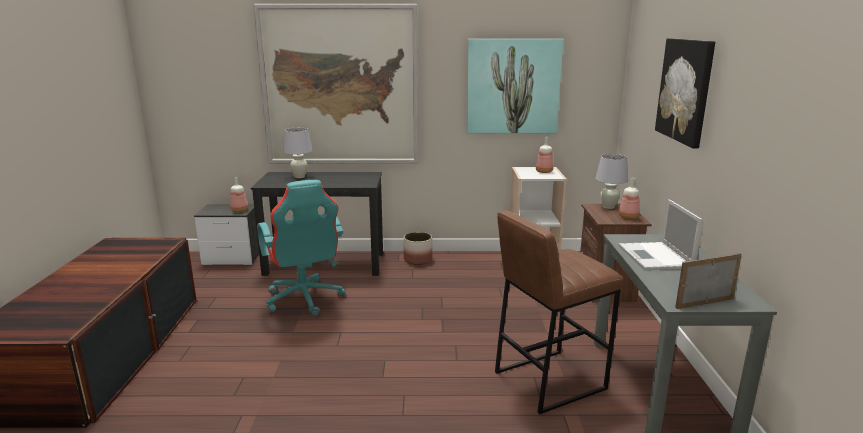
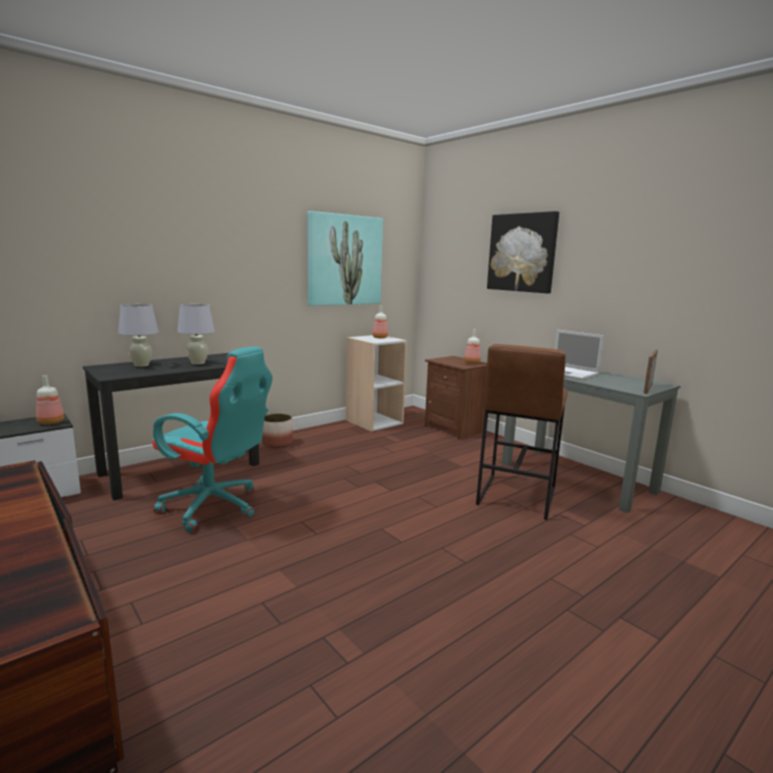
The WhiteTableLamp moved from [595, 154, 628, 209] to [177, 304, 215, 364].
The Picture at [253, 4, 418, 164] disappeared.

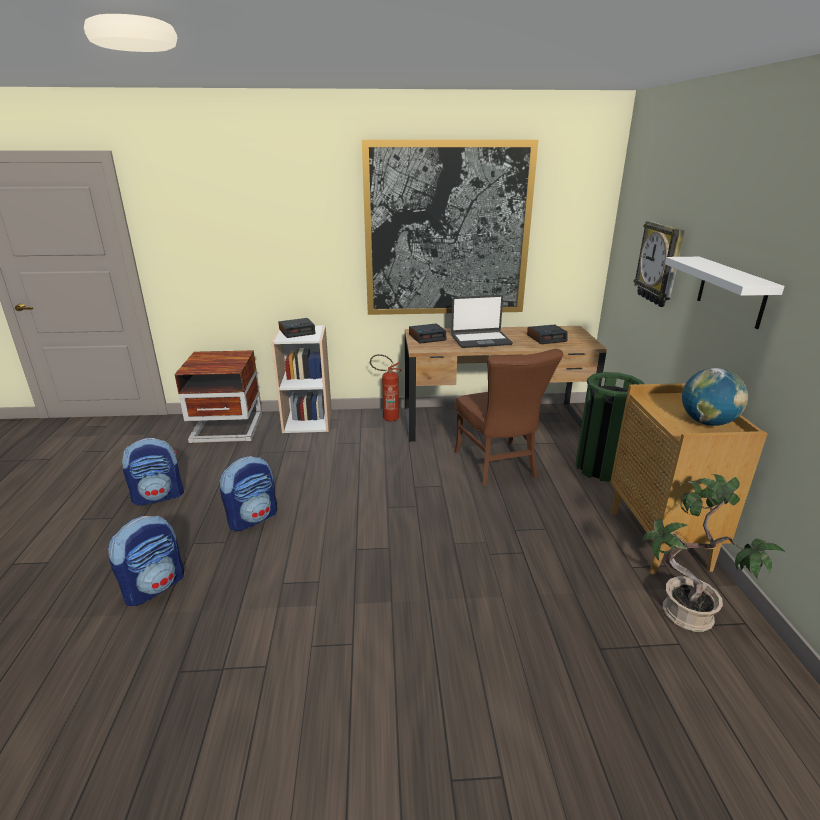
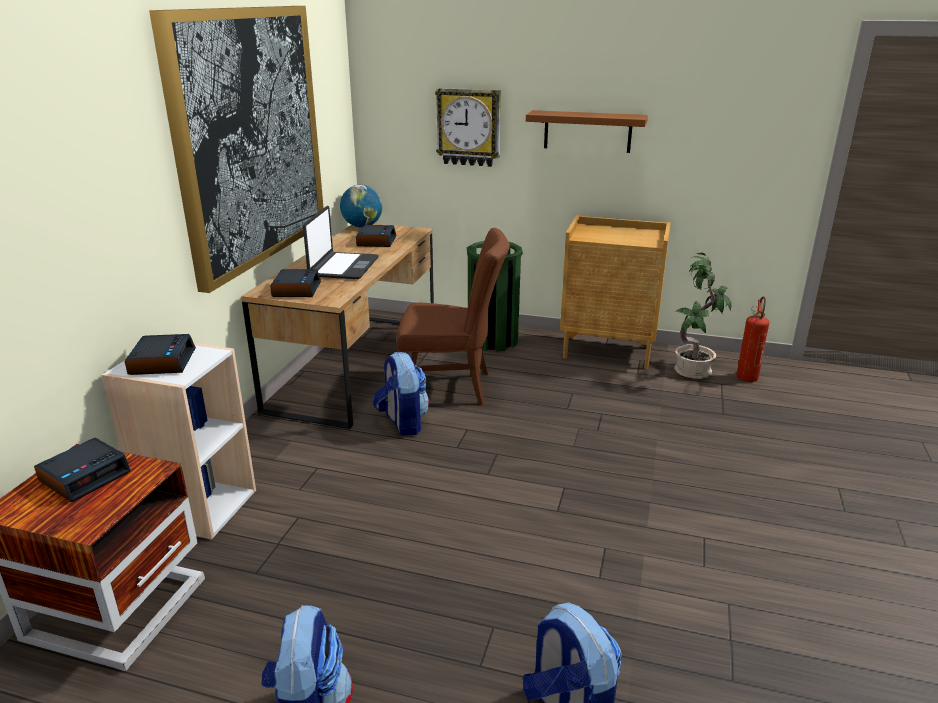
The AlarmClock at [34, 438, 131, 502] appeared.
The Globe moved from [682, 368, 748, 426] to [340, 185, 382, 228].
The Backpack moved from [220, 456, 277, 531] to [373, 352, 429, 436].
The WhiteShelf at [665, 257, 785, 329] became the BrownShelf at [526, 110, 648, 153].
The FireExtinguisher moved from [370, 354, 402, 421] to [736, 296, 769, 382].

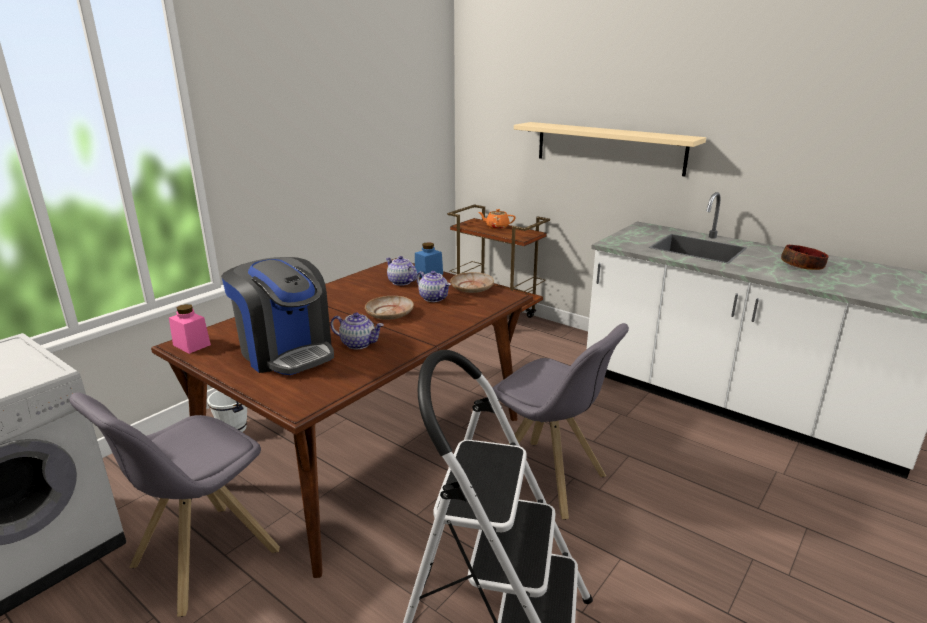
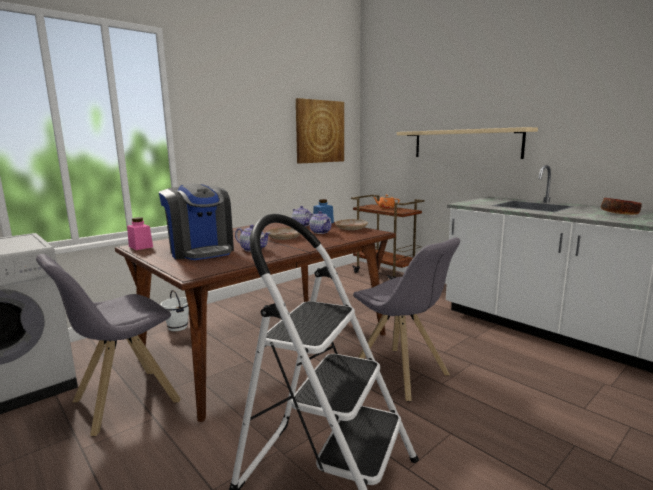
The Picture at [296, 98, 344, 164] appeared.

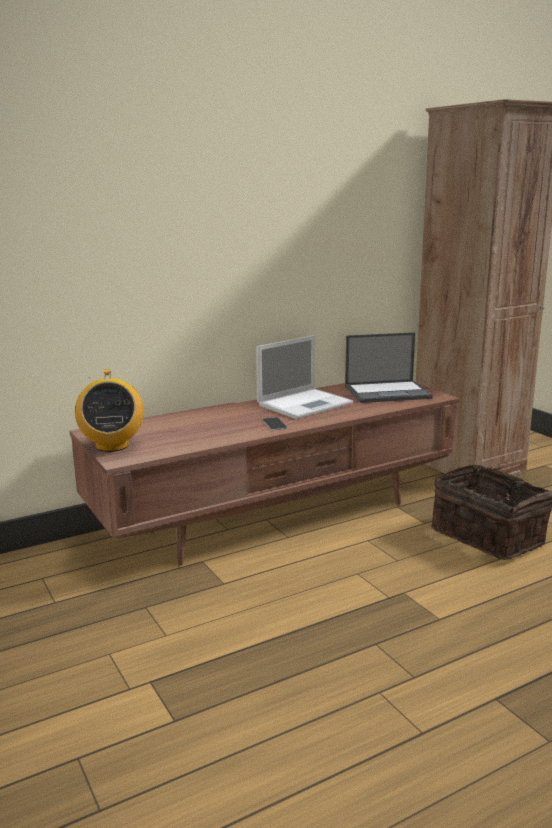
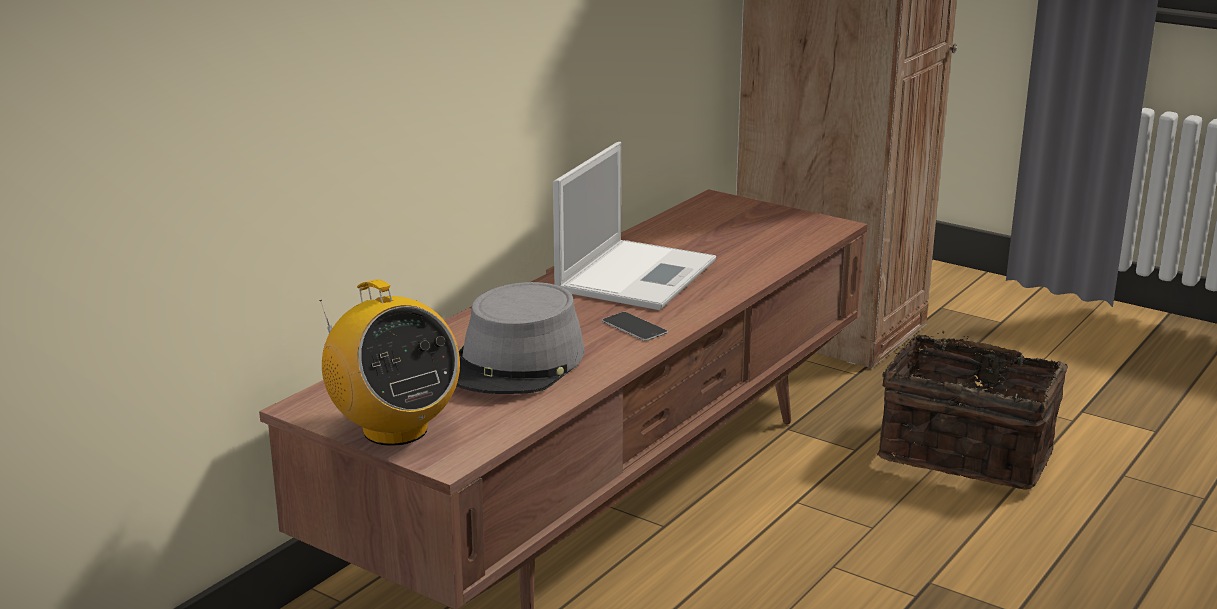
The GreyHat at [457, 282, 584, 394] appeared.
The Laptop at [345, 332, 433, 403] disappeared.

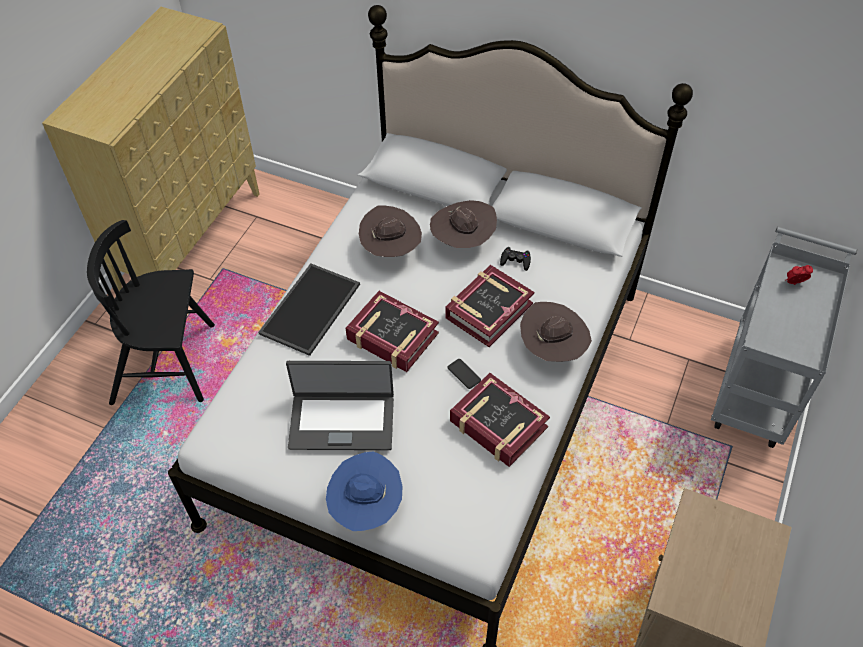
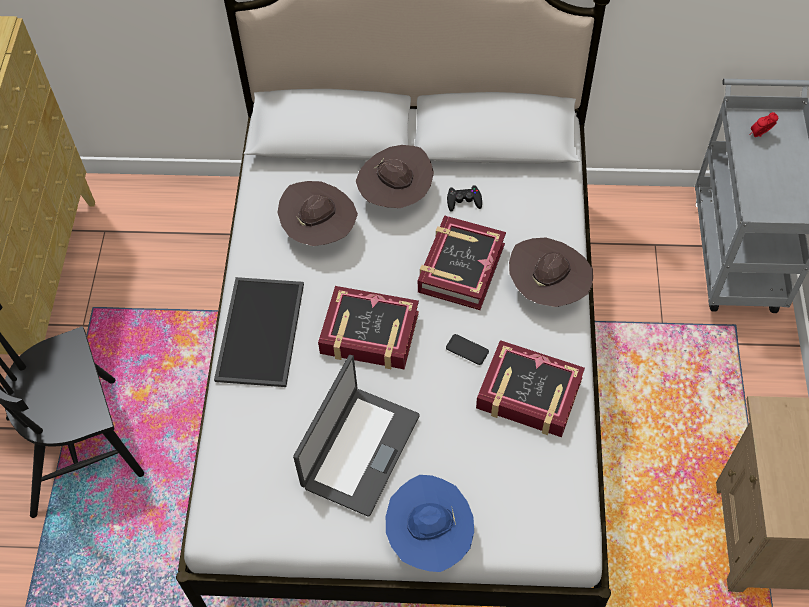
The Laptop at [286, 361, 394, 450] turned 45 degrees counterclockwise.

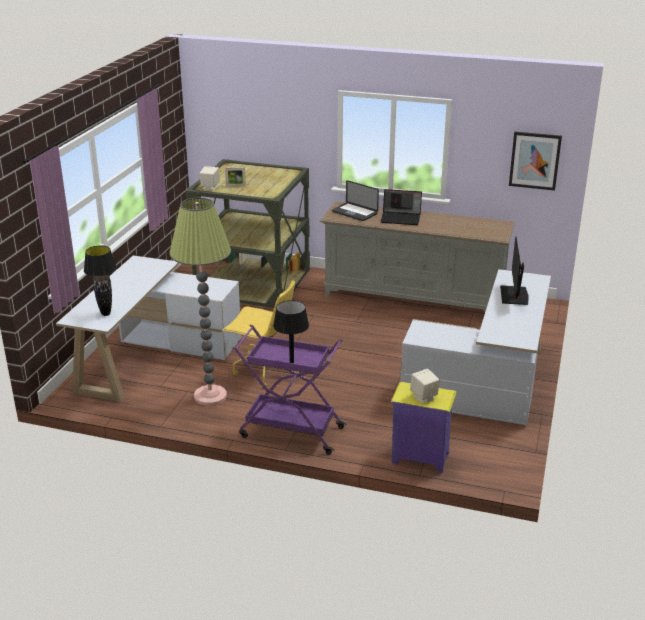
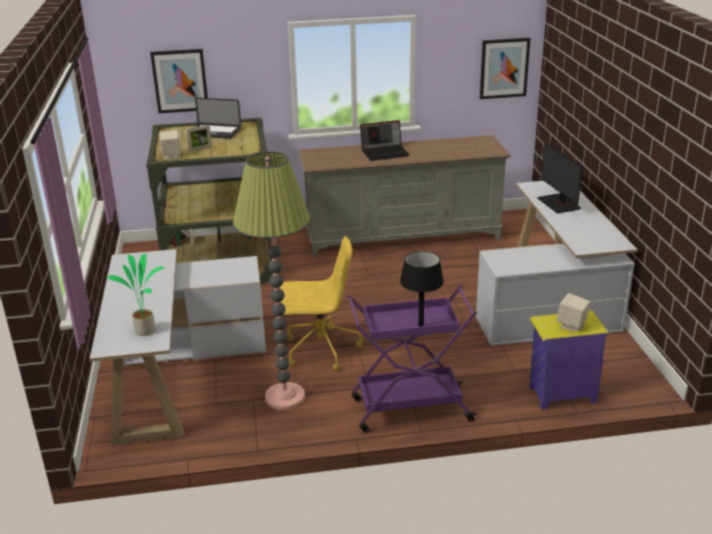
The BlackTableLamp at [84, 246, 117, 316] was replaced by the PottedPlant at [108, 253, 164, 336].
The Picture at [150, 49, 208, 113] appeared.
The Laptop moved from [332, 180, 379, 221] to [195, 98, 241, 139].

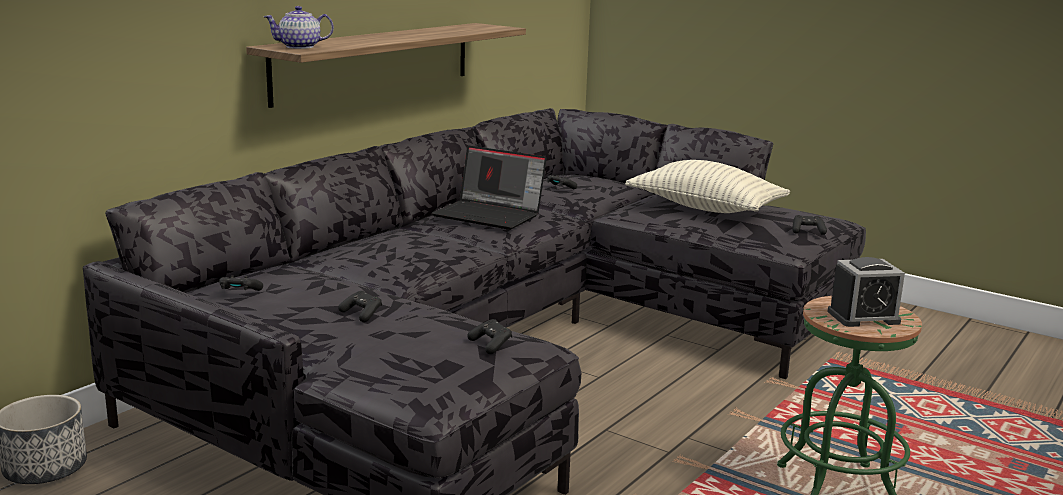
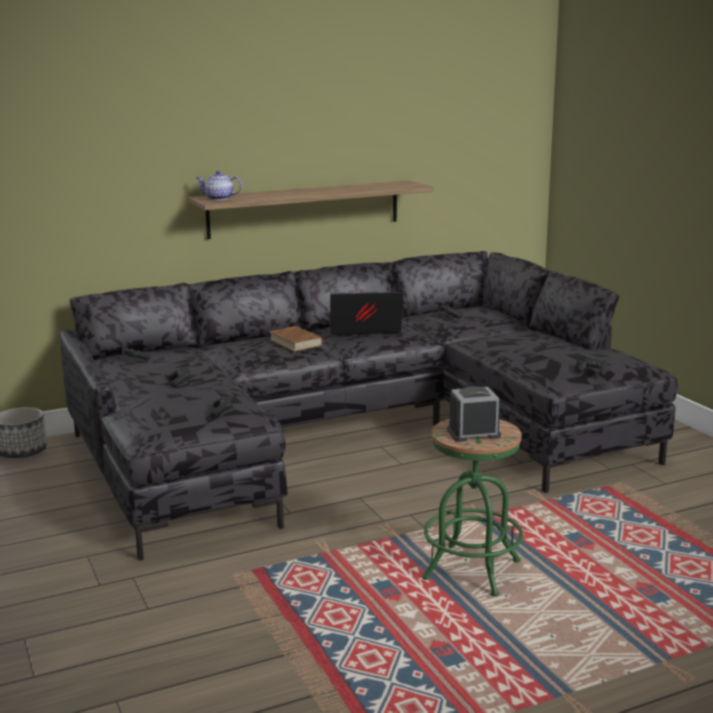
The BrownBook at [269, 326, 323, 352] appeared.
The Laptop at [432, 146, 547, 230] turned 120 degrees clockwise.
The AlarmClock at [828, 257, 905, 327] turned 150 degrees clockwise.
The Pillow at [625, 160, 790, 213] disappeared.

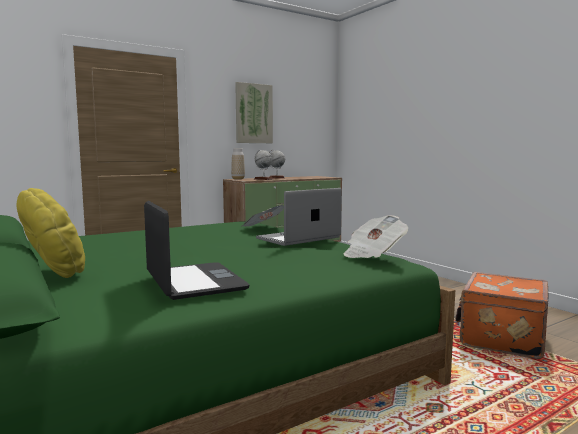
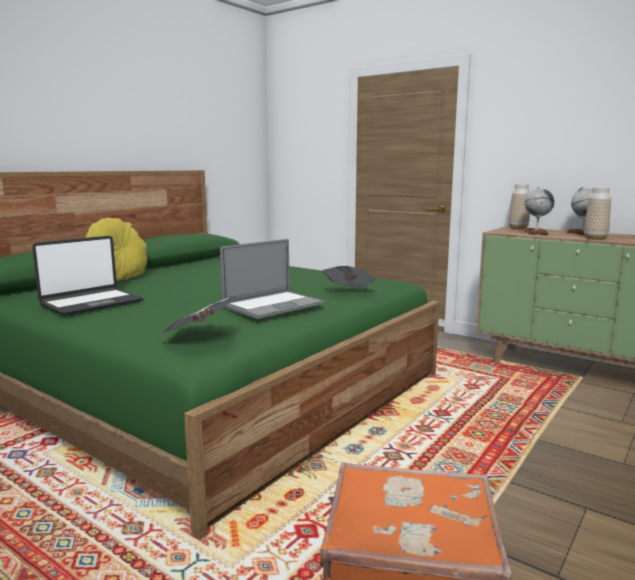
The Laptop at [256, 188, 342, 246] turned 105 degrees clockwise.
The Vase at [584, 187, 611, 240] appeared.
The Picture at [235, 82, 273, 143] disappeared.

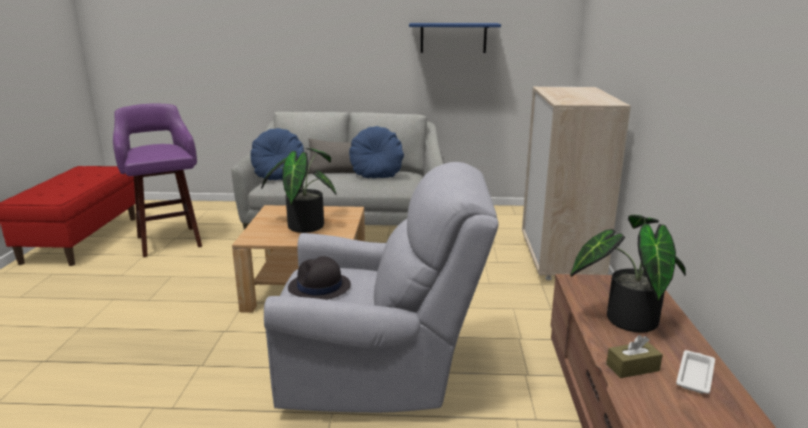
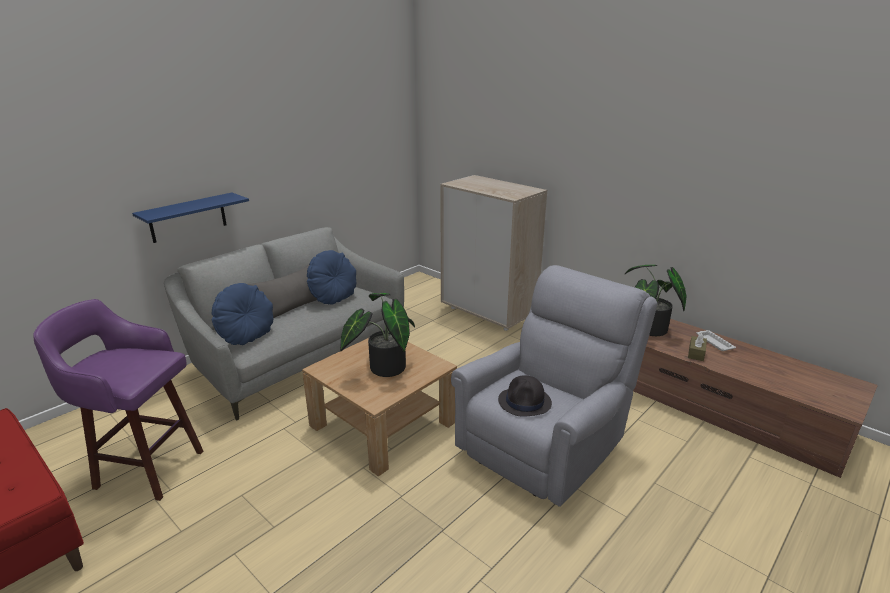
The BlueShelf moved from [409, 23, 501, 53] to [132, 193, 249, 243].

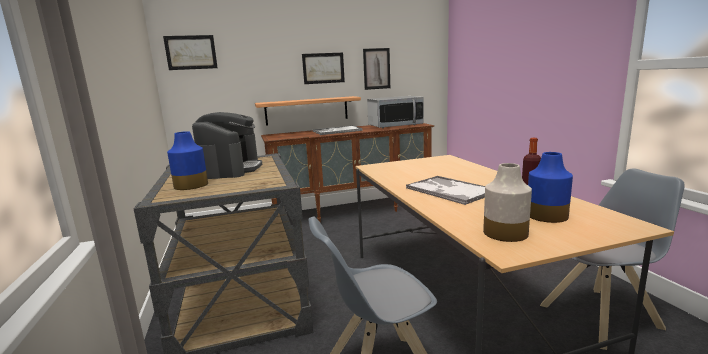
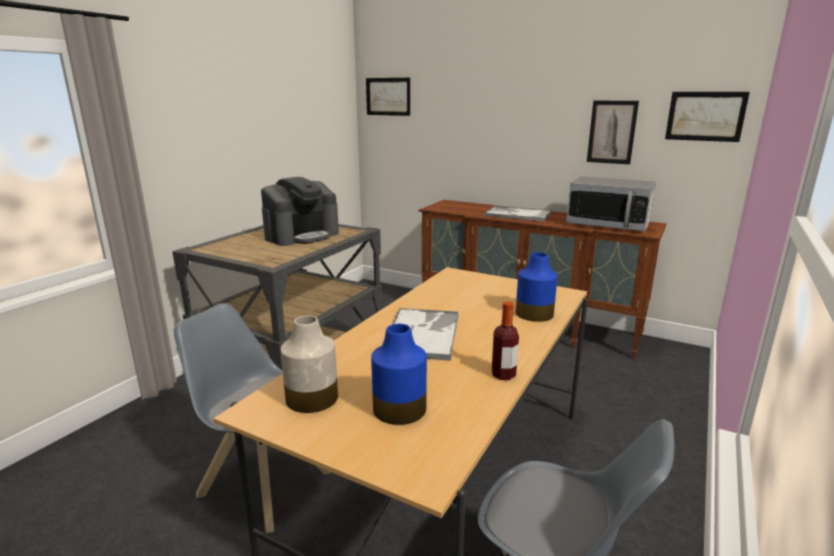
The BlueVase moved from [167, 131, 208, 190] to [516, 252, 558, 322].
The Picture moved from [302, 53, 345, 84] to [665, 92, 750, 142].
The Shelf at [255, 96, 361, 126] disappeared.

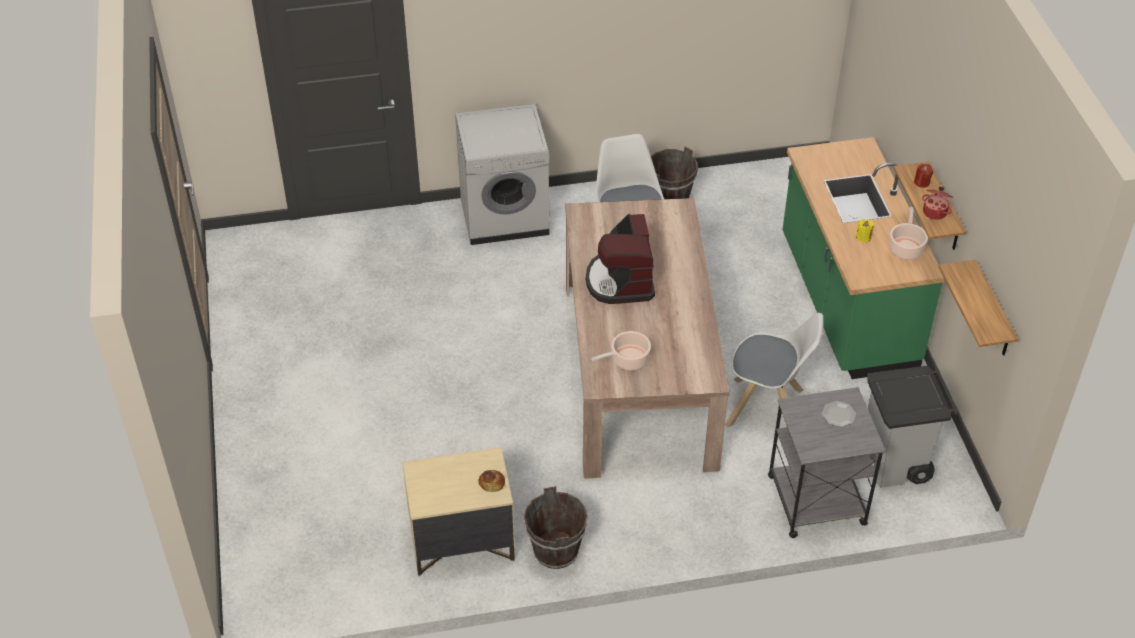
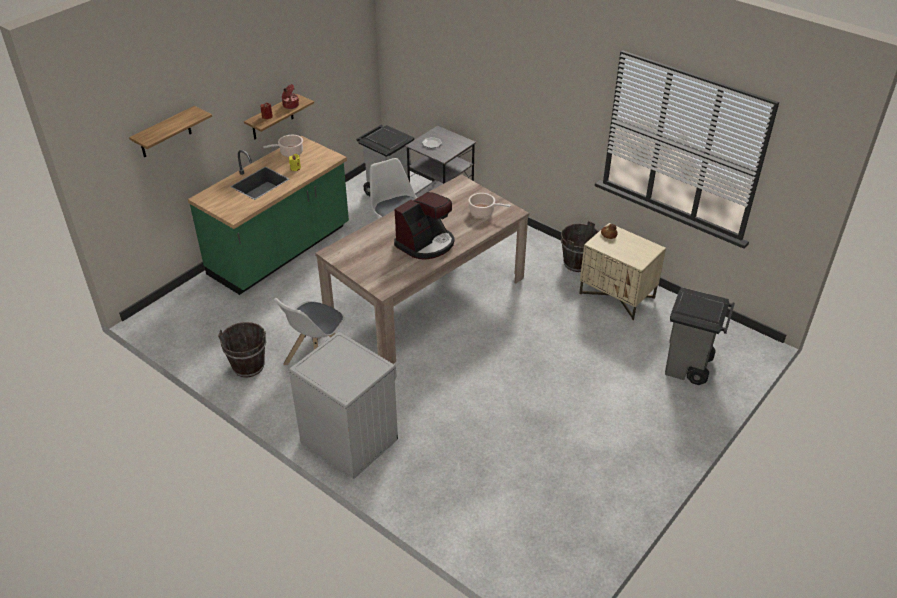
The Shelf moved from [939, 260, 1018, 356] to [129, 106, 212, 158].
The GreyTrashCan at [665, 287, 735, 385] appeared.

